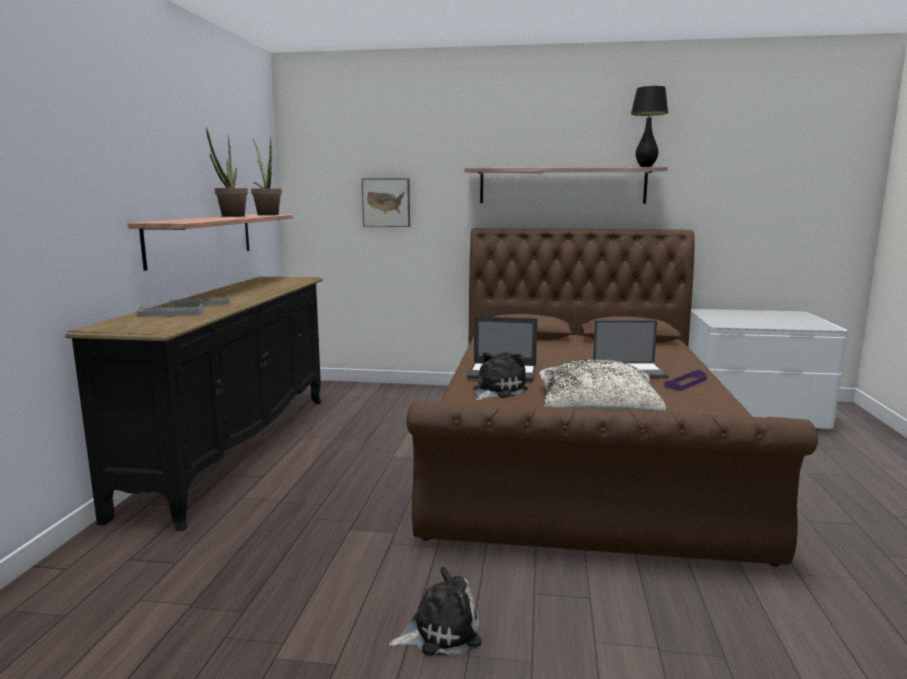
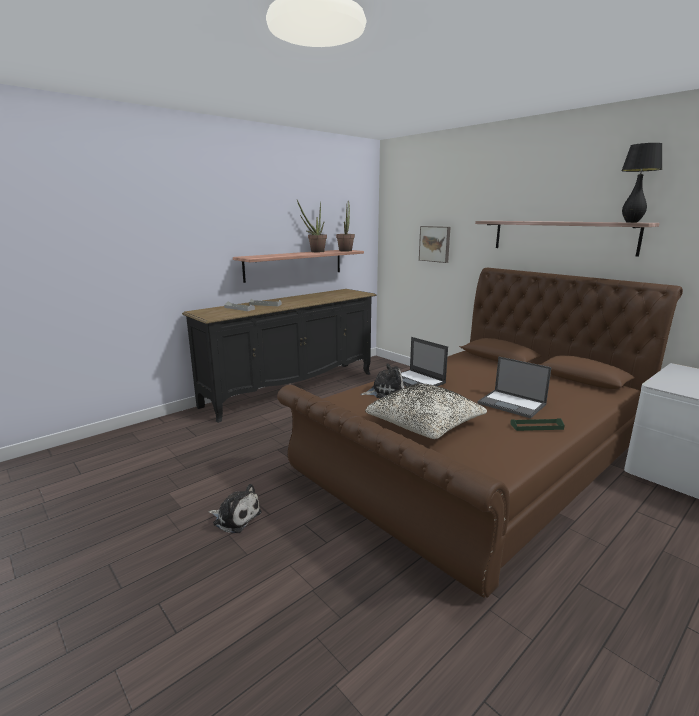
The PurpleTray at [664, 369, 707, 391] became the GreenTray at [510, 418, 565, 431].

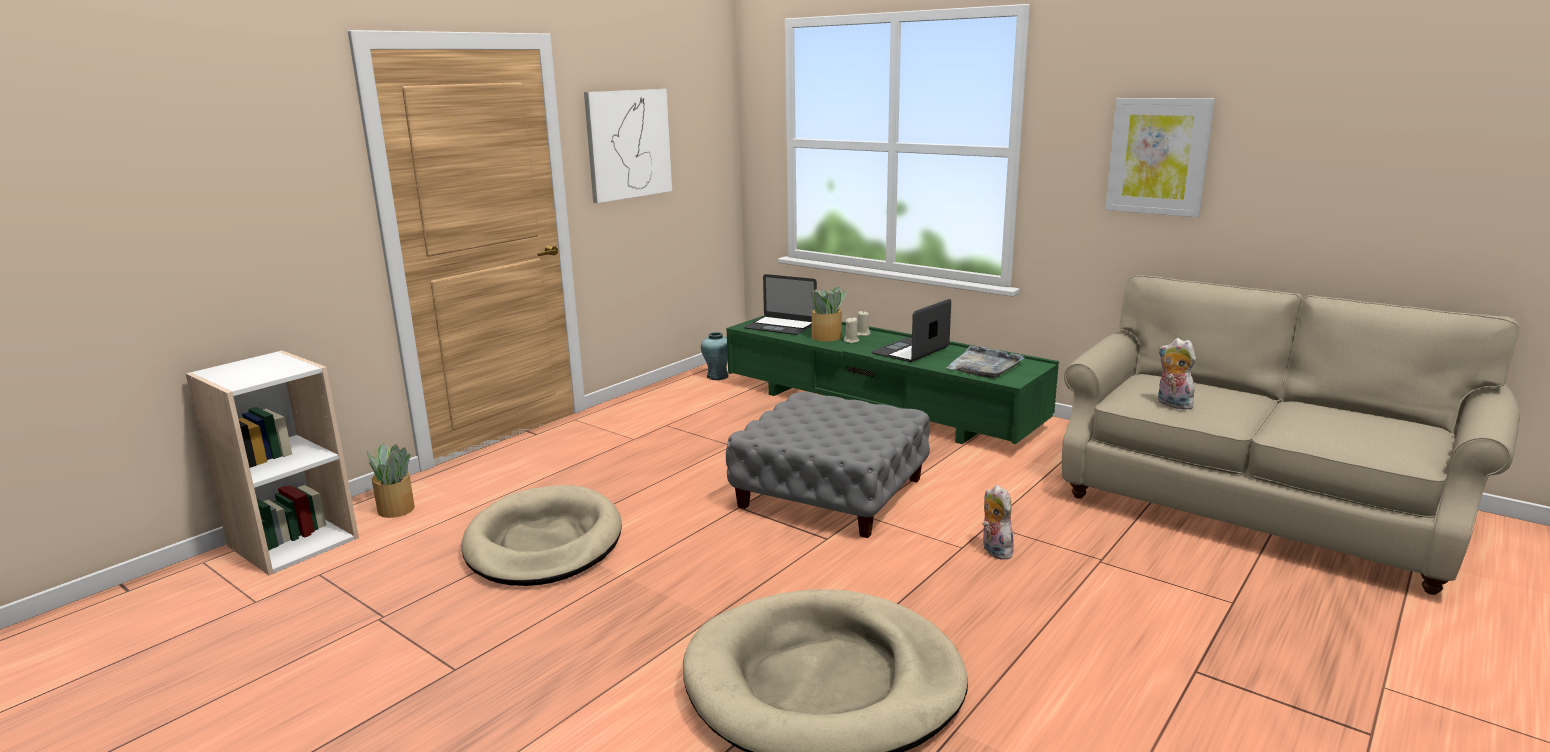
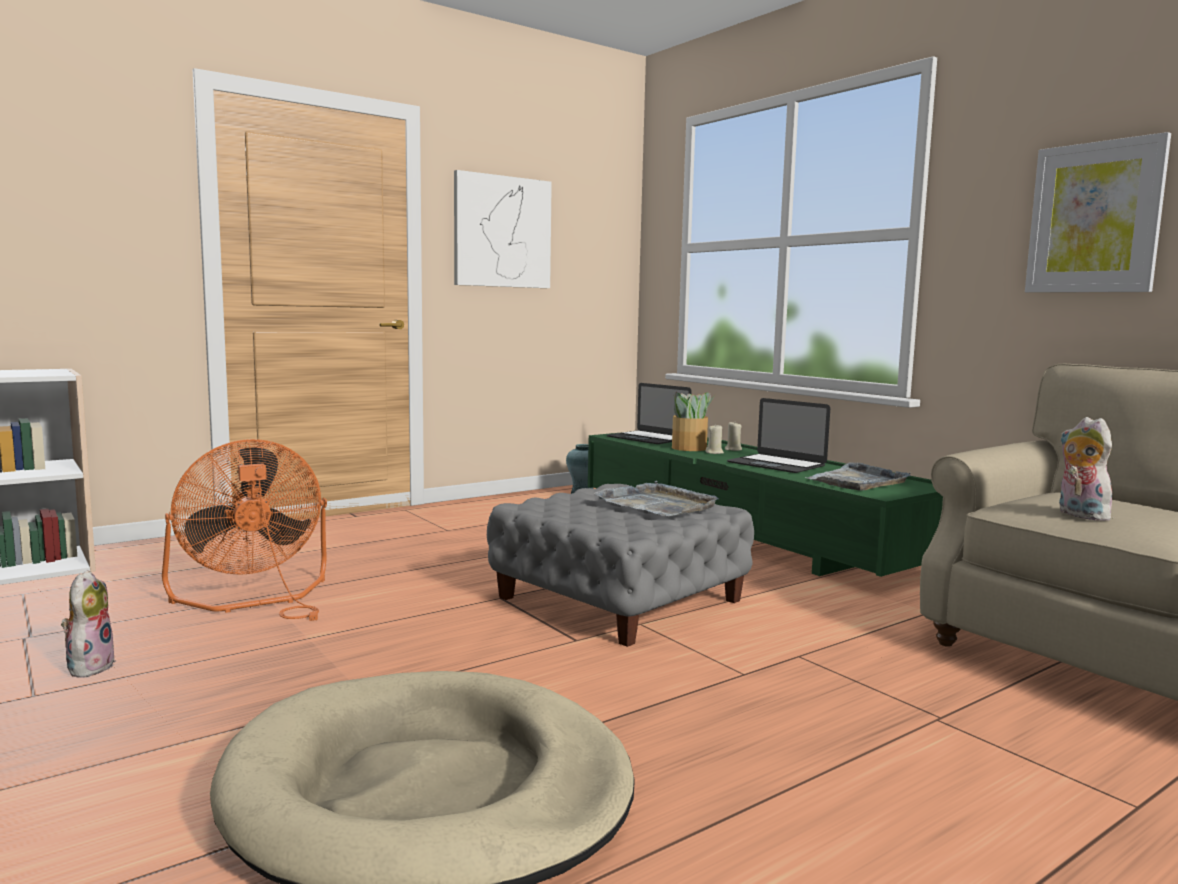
The PlushToy moved from [983, 485, 1014, 560] to [61, 570, 116, 678].
The BeigeDogBed at [461, 485, 622, 586] was replaced by the OrangeFan at [162, 439, 327, 621].
The GreyTray at [594, 481, 719, 516] appeared.
The Laptop at [871, 299, 951, 362] turned 105 degrees counterclockwise.
The PottedPlant at [367, 443, 415, 518] disappeared.

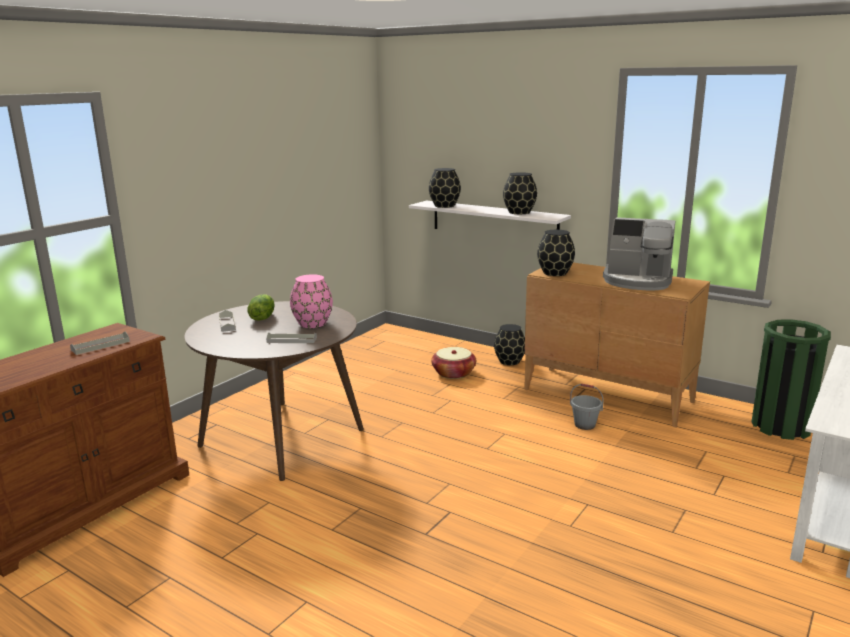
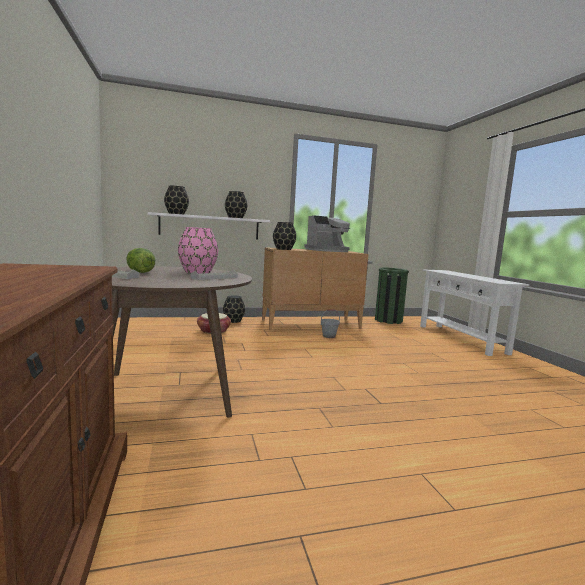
The GreyTray at [70, 331, 130, 355] disappeared.

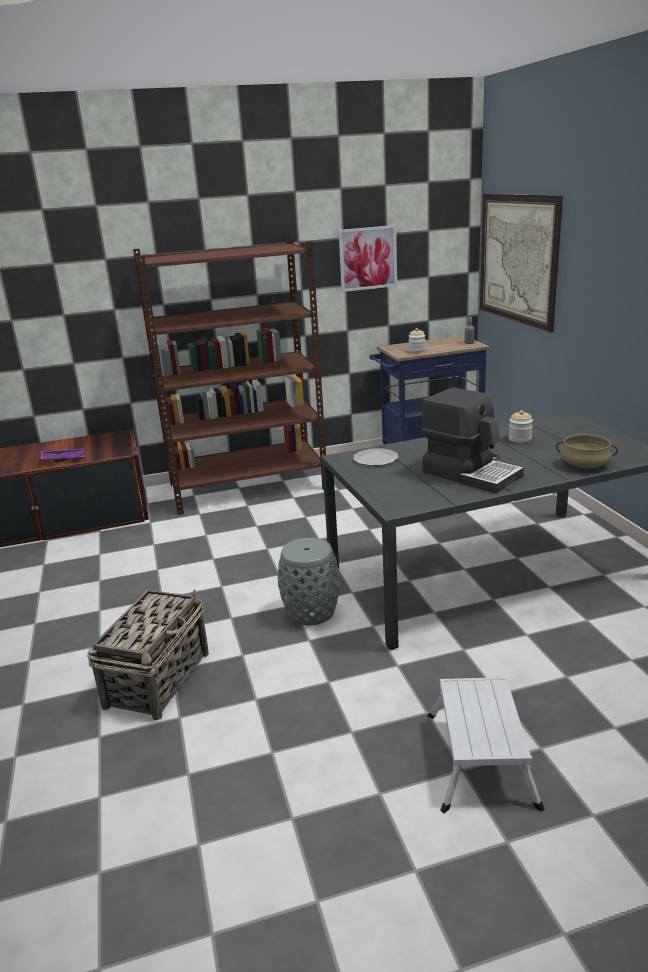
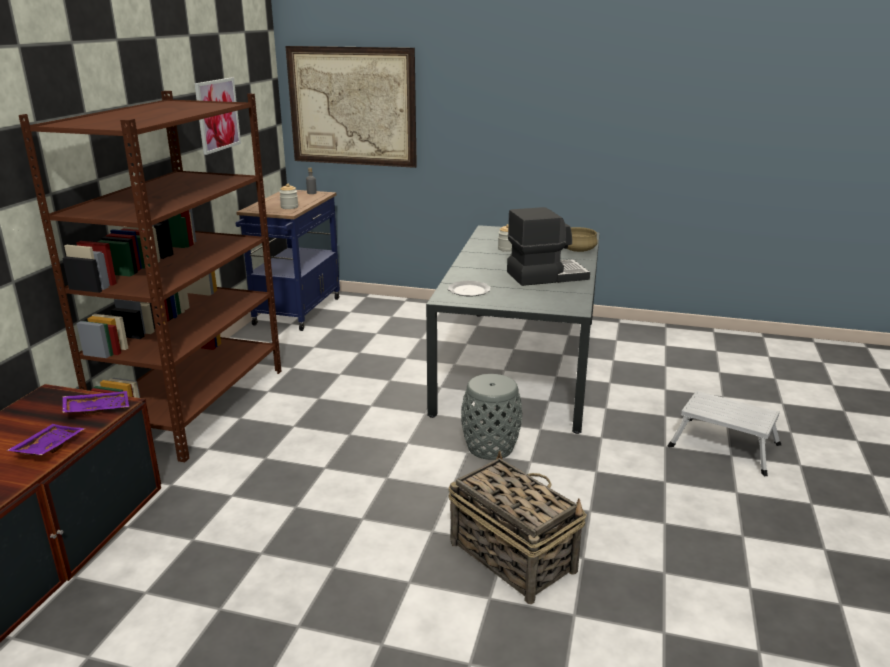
The PurpleTray at [62, 391, 129, 416] appeared.

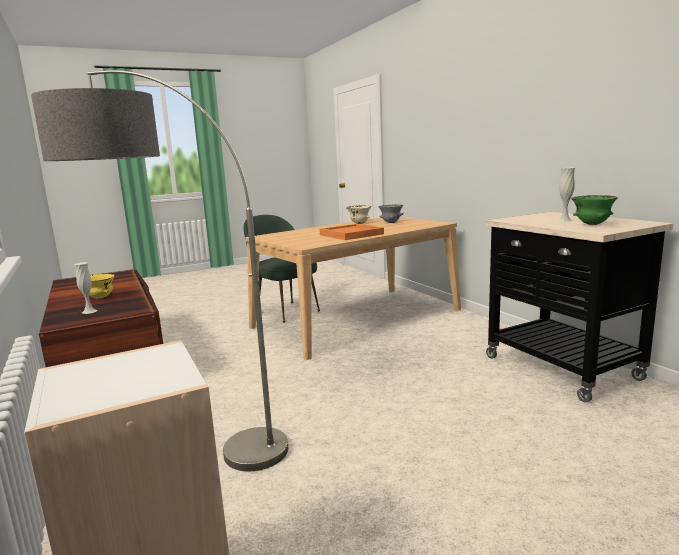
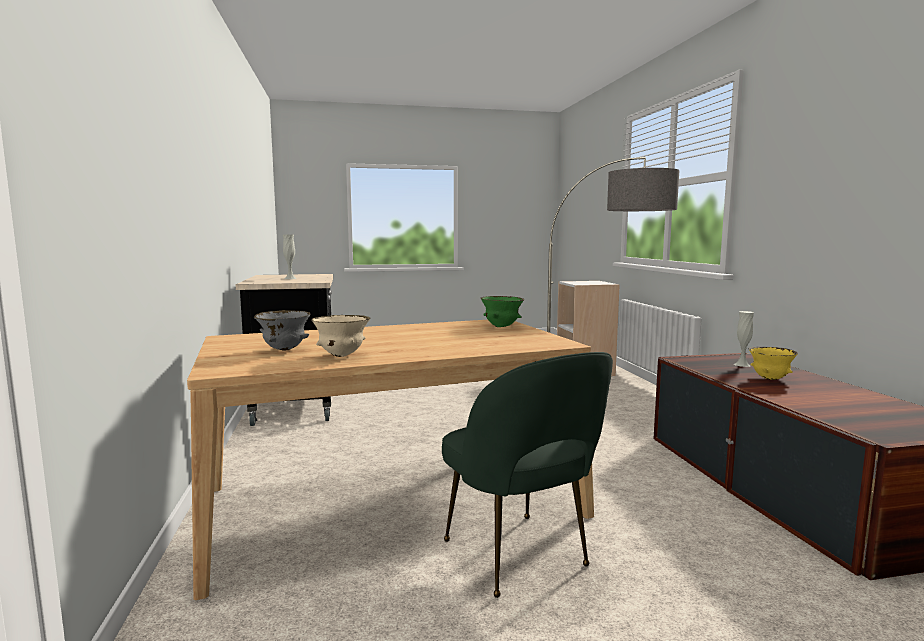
The GreenBowl moved from [571, 195, 618, 225] to [481, 296, 524, 327].
The OrangeTray at [320, 224, 384, 240] disappeared.

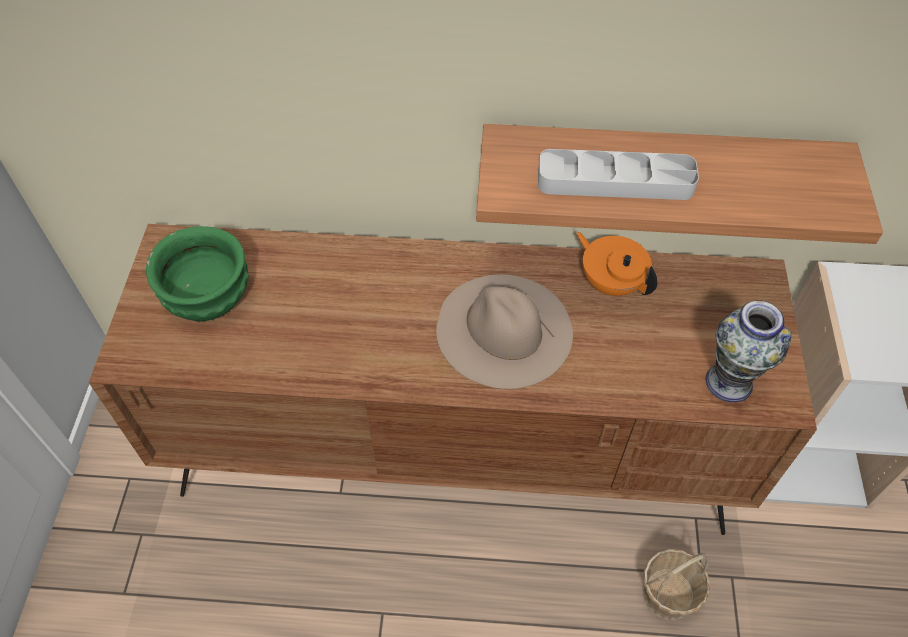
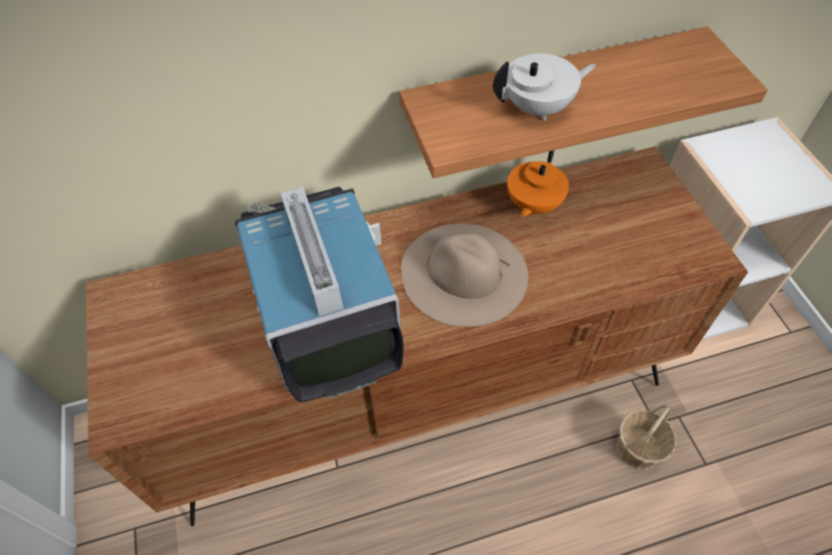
The Television at [235, 187, 404, 402] appeared.
The GreyTray at [538, 149, 699, 200] was replaced by the WhiteTeapot at [493, 54, 597, 121].
The OrangeTeapot at [576, 232, 658, 296] turned 90 degrees counterclockwise.
The GreenBowl at [146, 226, 249, 322] disappeared.
The Vase at [706, 300, 791, 402] disappeared.

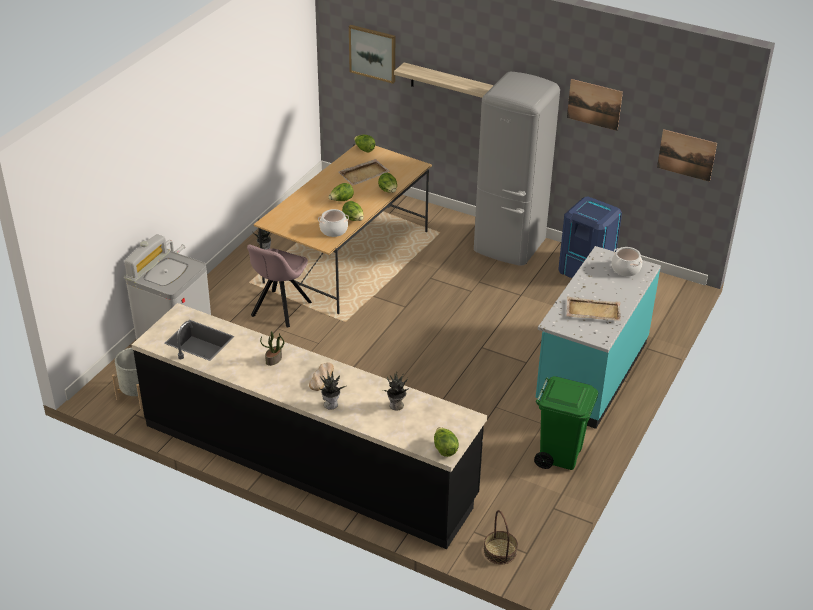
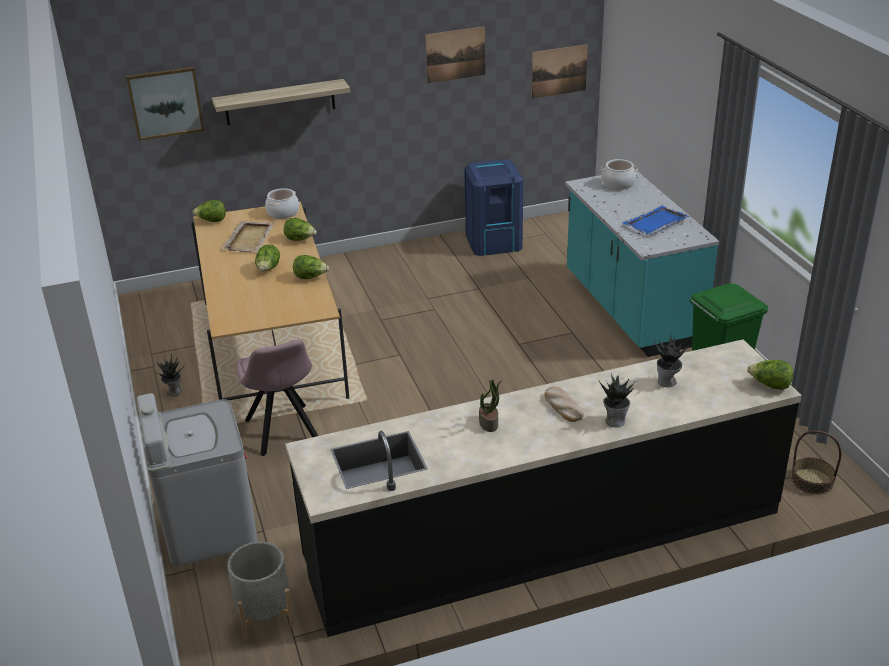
The CookingPot moved from [318, 209, 349, 237] to [265, 188, 299, 219].
The BeigeTray at [567, 297, 621, 321] became the BlueTray at [622, 205, 690, 235].
The GreyFridge at [474, 72, 560, 265] disappeared.

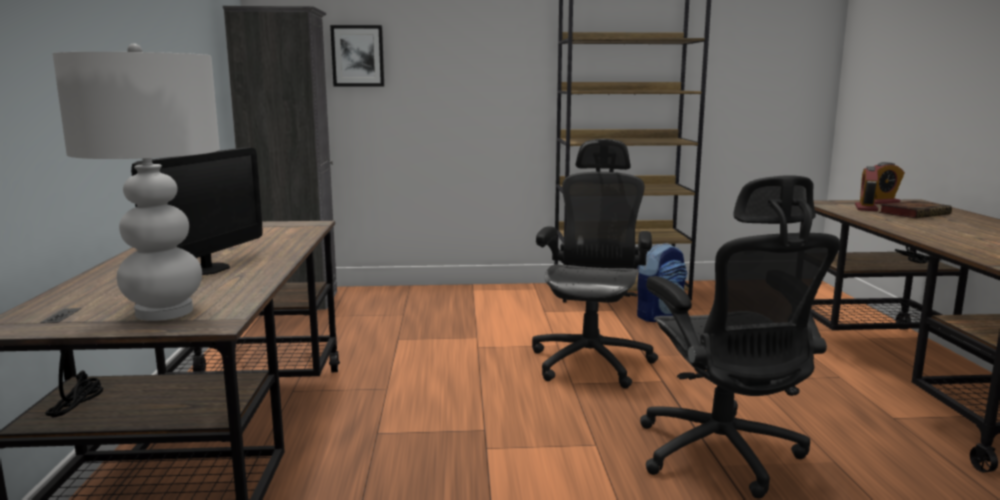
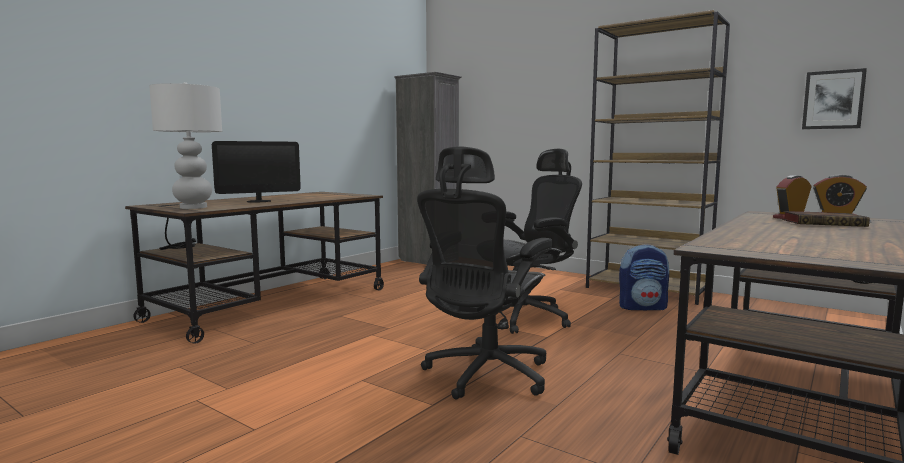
The Picture moved from [330, 25, 384, 86] to [802, 68, 867, 129].

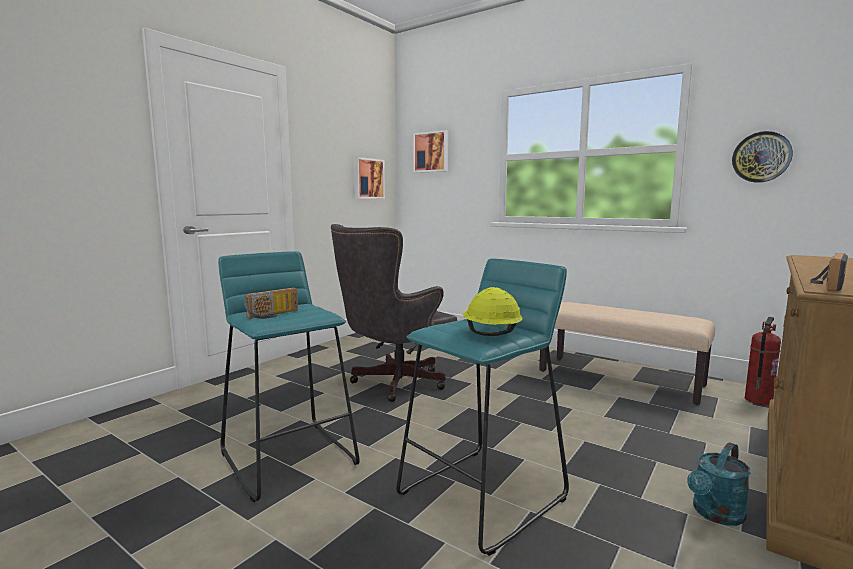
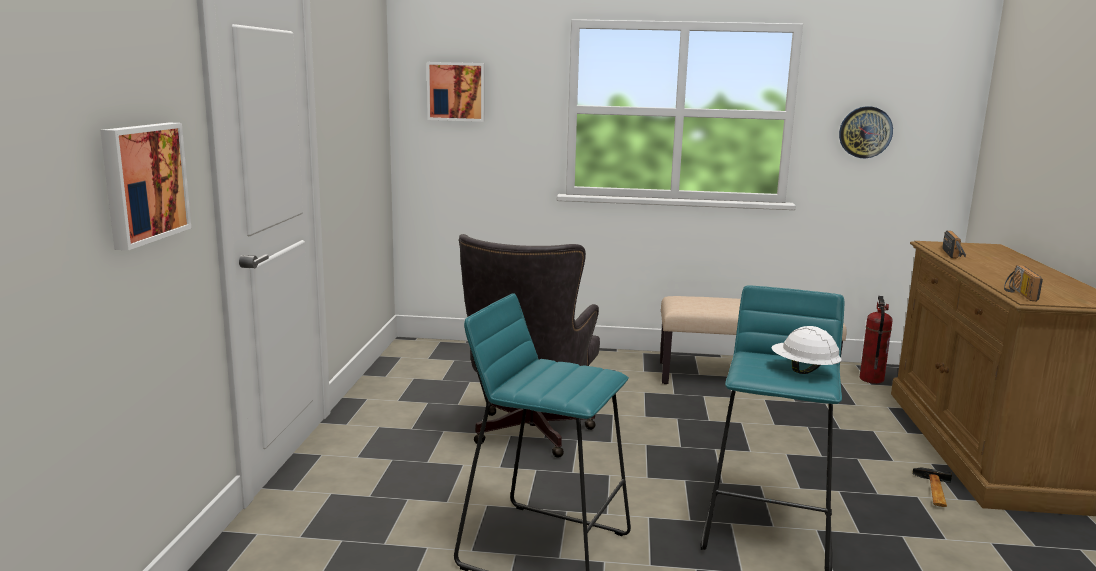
The Picture moved from [354, 157, 385, 199] to [100, 123, 191, 250].
The YellowHardHat at [463, 287, 523, 336] became the WhiteHardHat at [772, 326, 841, 374].
The TurquoiseWateringCan at [687, 442, 750, 526] was replaced by the Hammer at [912, 467, 952, 507].
The Radio moved from [244, 288, 298, 319] to [942, 231, 966, 258].

